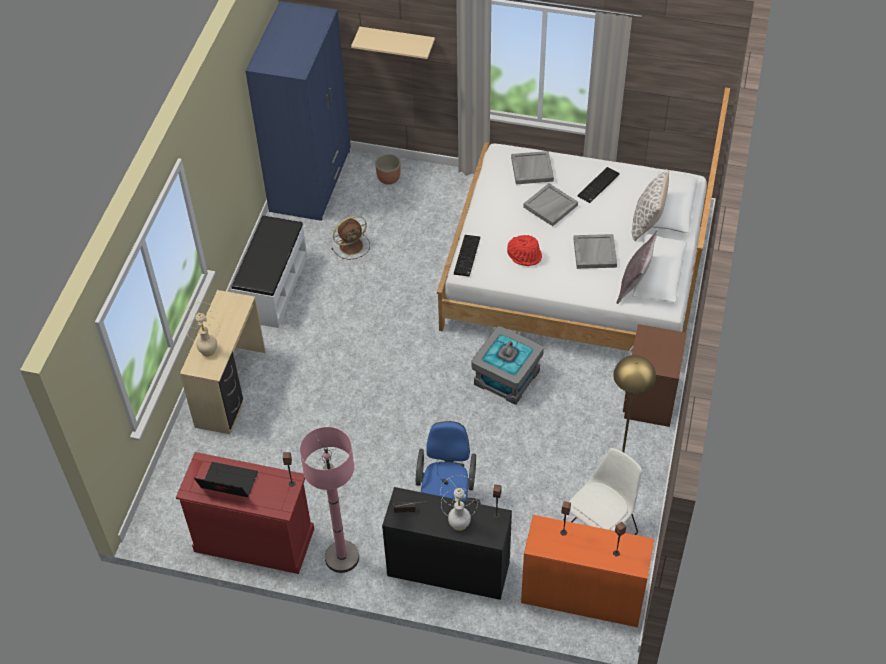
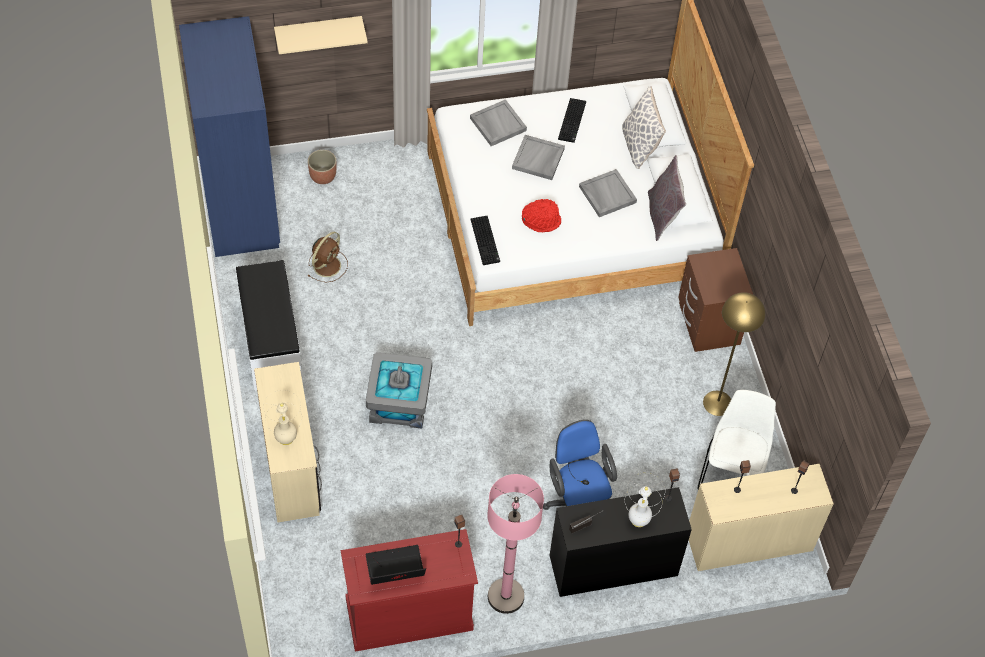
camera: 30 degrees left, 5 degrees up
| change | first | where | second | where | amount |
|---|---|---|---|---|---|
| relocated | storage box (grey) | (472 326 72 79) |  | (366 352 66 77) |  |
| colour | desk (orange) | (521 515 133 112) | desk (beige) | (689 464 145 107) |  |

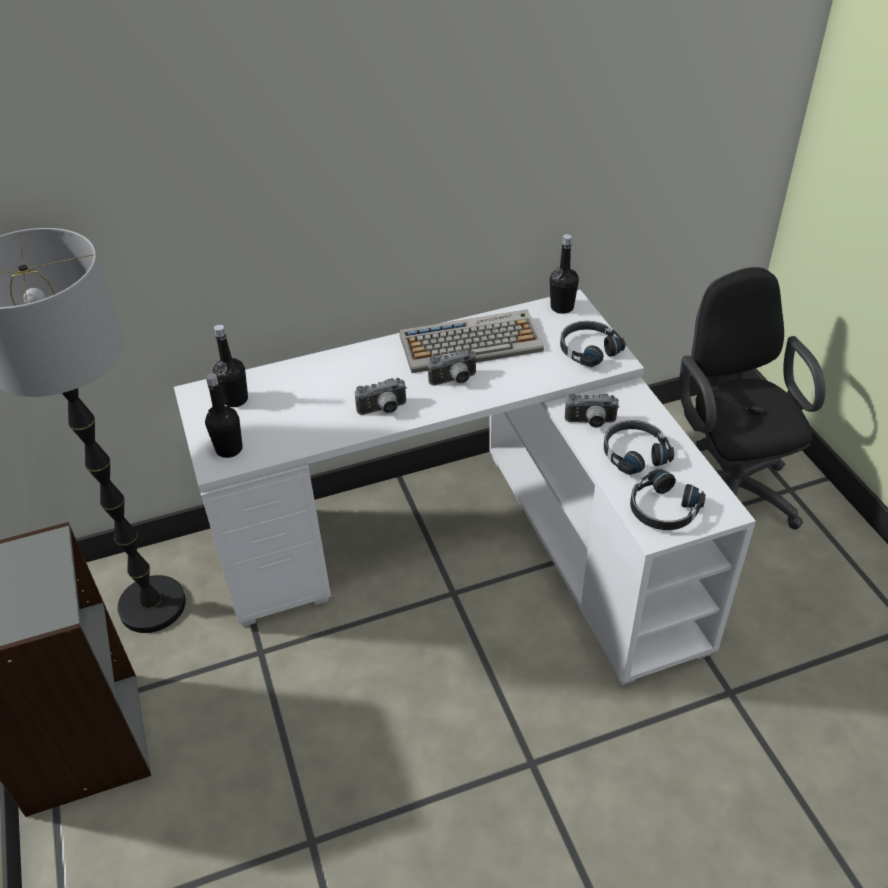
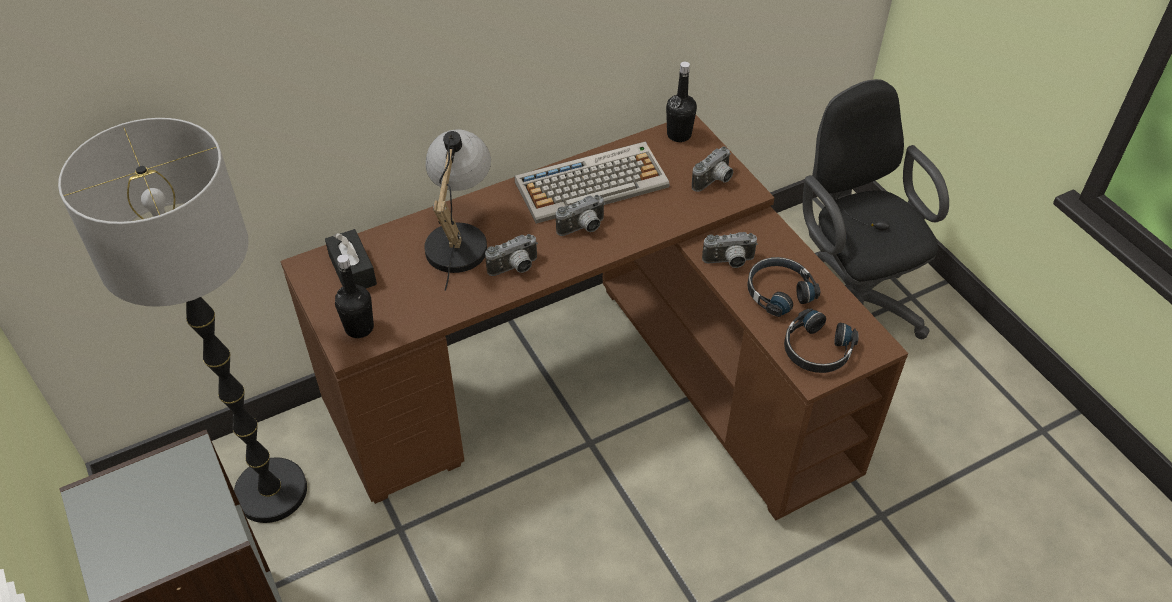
camera: 10 degrees left, 5 degrees up
| change | first | where | second | where | amount |
|---|---|---|---|---|---|
| colour | desk (white) | (174 290 582 395) | desk (brown) | (280 115 628 405) |  |
| exchanged | bottle (black) | (213 325 35 82) | tissue box (black) | (325 229 52 59) |  |
| exchanged | headphones (black) | (560 321 66 46) | photo camera | (692 146 41 46) |  |
| appeared |  |  | table lamp | (424 129 67 162) |  |

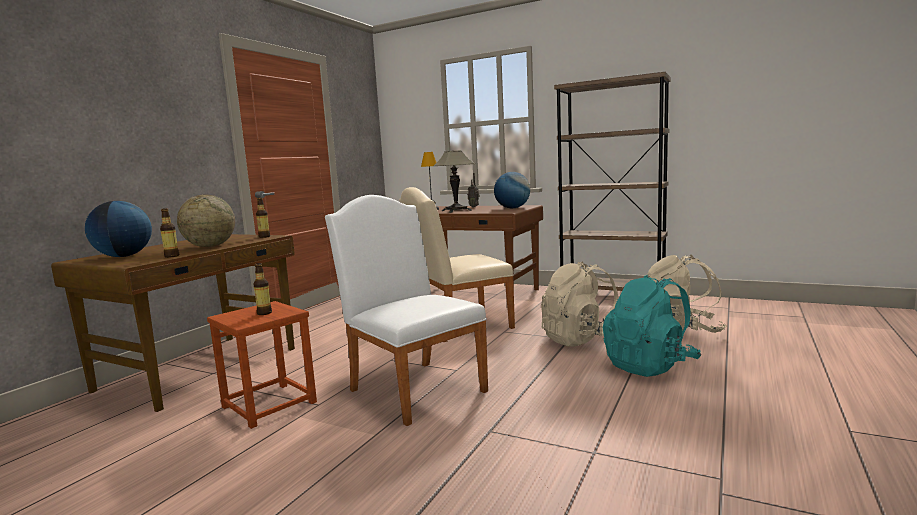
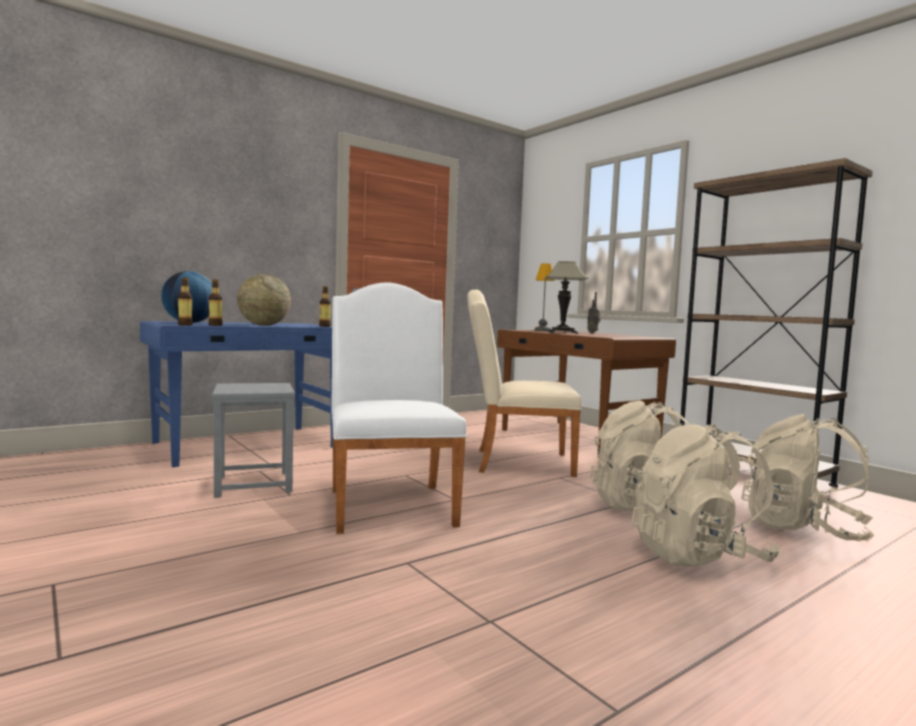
camera: 25 degrees right, 5 degrees down
| change | first | where | second | where | amount |
|---|---|---|---|---|---|
| colour | desk (brown) | (51 234 244 178) | desk (blue) | (140 321 193 146) |  |
| colour | stool (brown) | (207 301 110 128) | stool (grey) | (212 383 83 115) |  |
| relocated | bottle | (254 263 18 52) |  | (178 278 15 47) |  |
| missing | globe | (494 172 36 36) |  |  |  |
| colour | backpack (turquoise) | (603 275 98 102) | backpack (beige) | (632 424 149 142) |  |

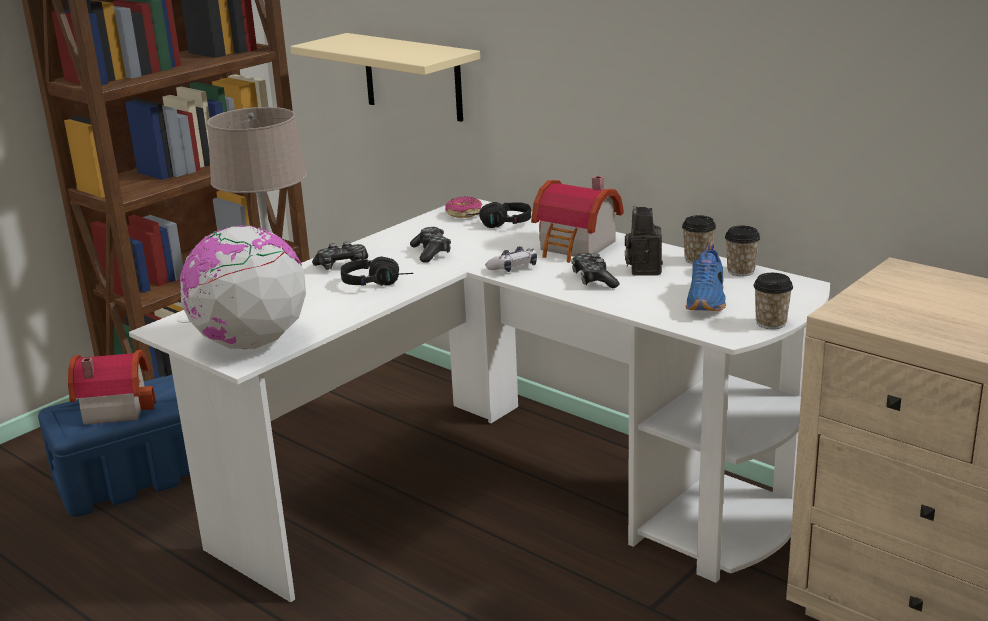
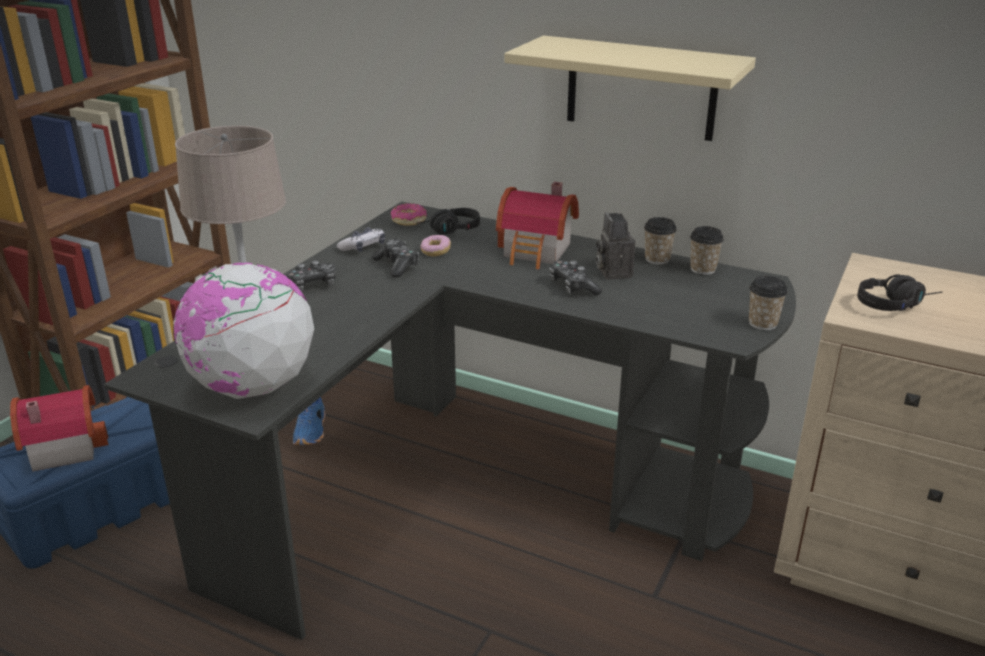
camera: 15 degrees left, 5 degrees up
| change | first | where | second | where | amount |
|---|---|---|---|---|---|
| colour | desk (white) | (129 196 701 406) | desk (black) | (104 201 692 439) |  |
| relocated | shelf (beige) | (290 33 190 89) |  | (504 35 252 106) |  |
| relocated | headphones (black) | (341 257 72 28) |  | (858 274 84 37) |  |
| relocated | game controller | (485 246 52 26) |  | (337 227 48 25) |  |
| relocated | shoe (blue) | (686 244 40 67) |  | (293 397 32 48) |  |
| appeared |  |  | donut | (420 235 31 22) |  |

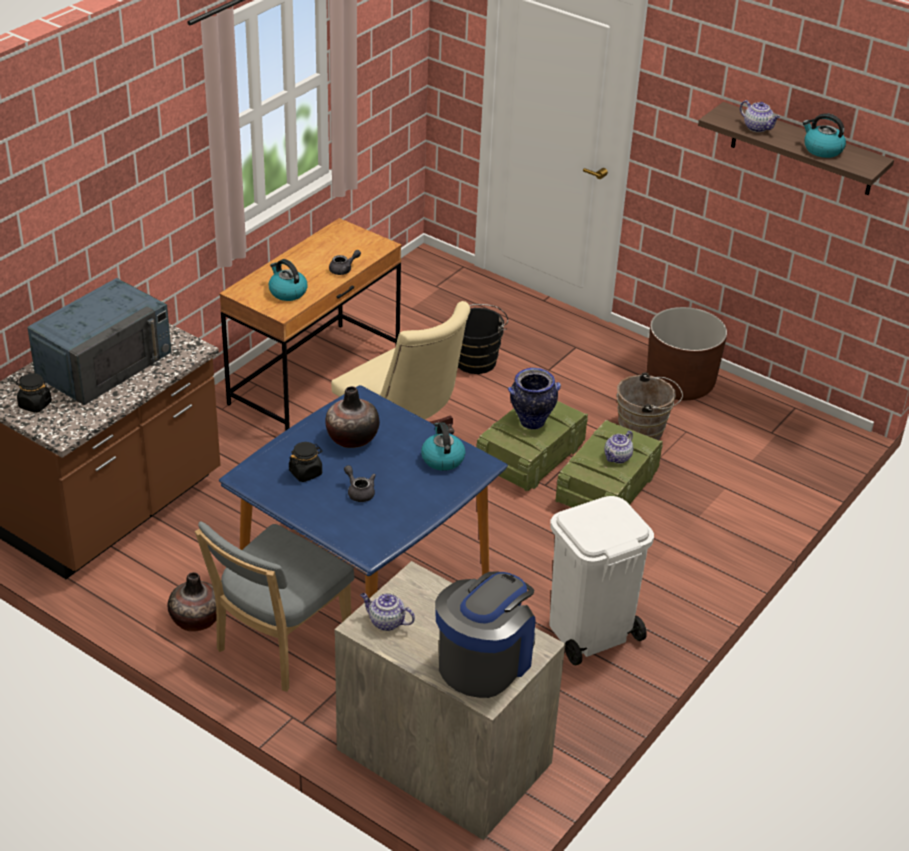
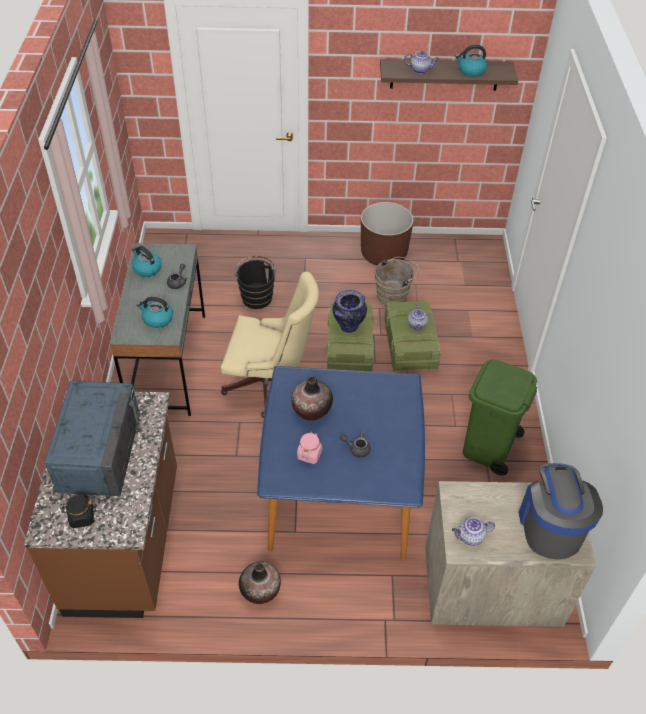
camera: 35 degrees left, 10 degrees up
| change | first | where | second | where | amount |
|---|---|---|---|---|---|
| missing | chair (grey) | (195 521 160 171) |  |  |  |
| colour | desk (brown) | (219 218 182 213) | desk (grey) | (110 243 95 173) |  |
| colour | jar (black) | (289 442 33 40) | jar (pink) | (297 432 25 32) |  |
| relocated | kettle | (421 422 45 49) |  | (132 246 30 31) |  |
| colour | trash can (white) | (549 496 105 170) | trash can (green) | (463 359 74 117) |  |

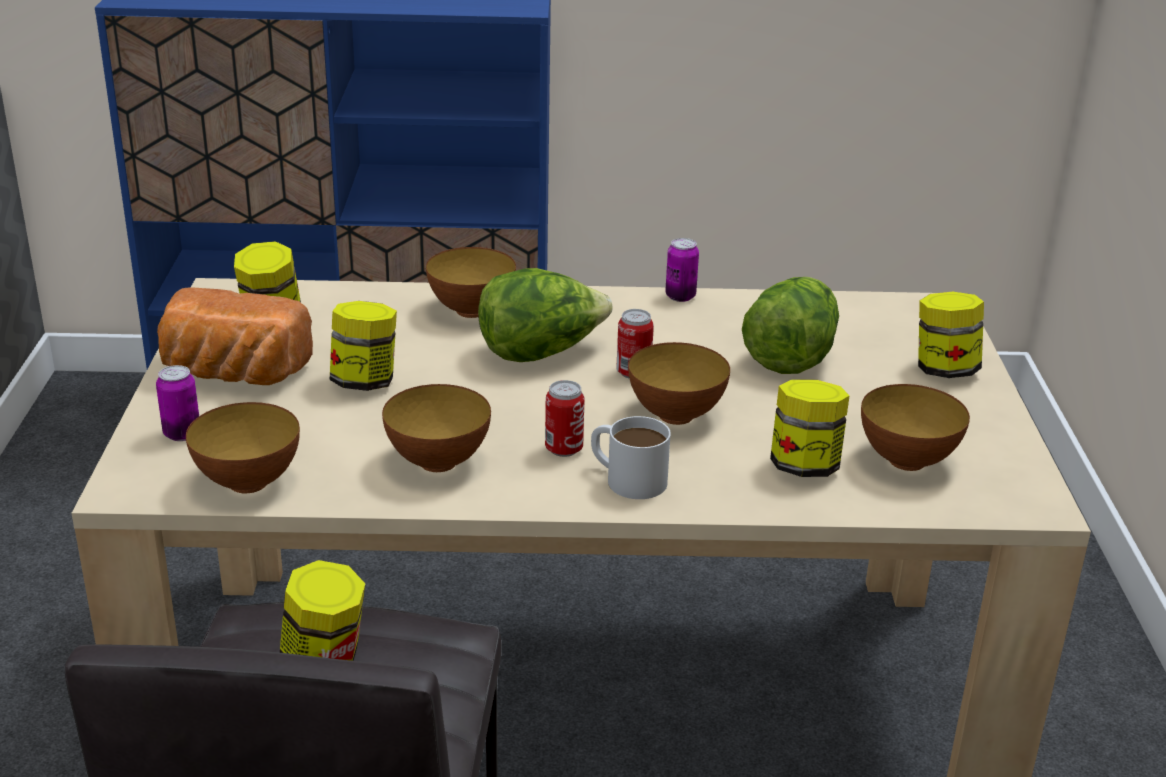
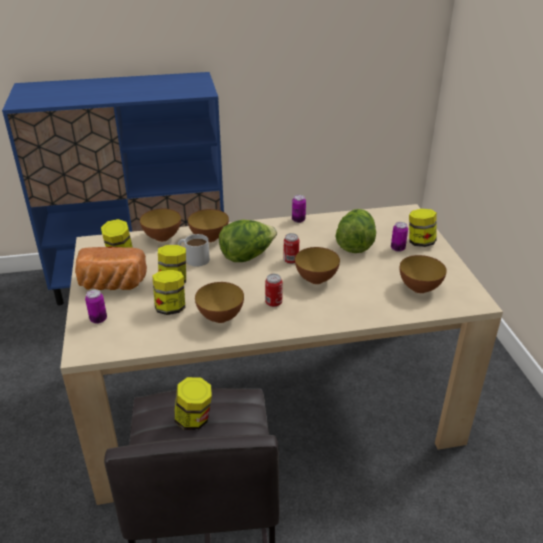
camera: 10 degrees left, 5 degrees up
| change | first | where | second | where | amount |
|---|---|---|---|---|---|
| relocated | bowl | (186 402 114 91) |  | (140 208 41 34) |  |
| relocated | mug (white) | (591 416 80 83) |  | (178 234 32 33) |  |
| relocated | jar | (770 379 79 98) |  | (152 270 33 45) |  |
| appeared |  |  | can | (391 222 17 30) |  |

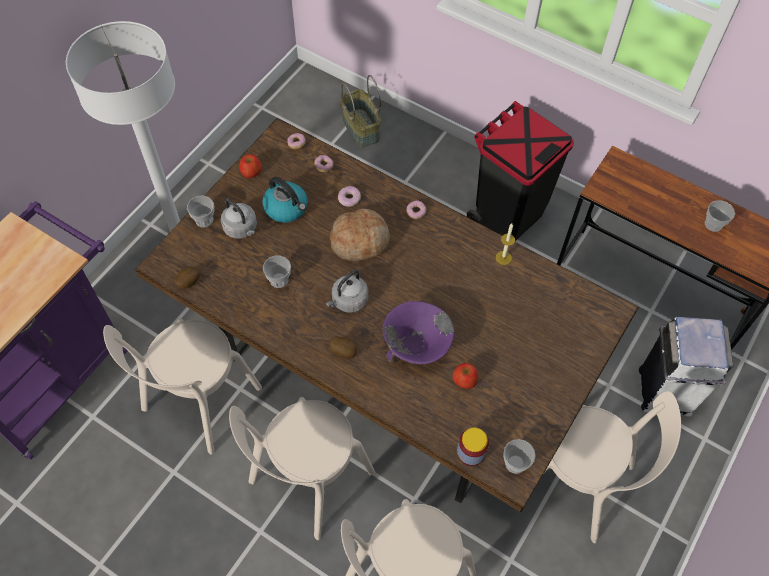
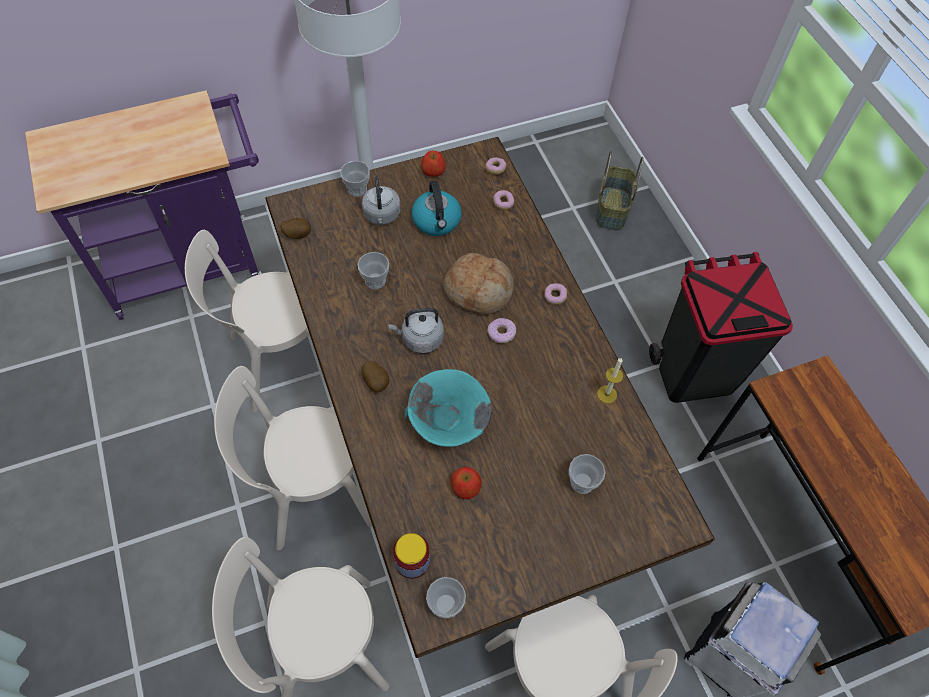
camera: 35 degrees right, 0 degrees up
| change | first | where | second | where | amount |
|---|---|---|---|---|---|
| relocated | donut | (338 186 23 21) |  | (487 318 29 25) |  |
| colour | bowl (purple) | (383 301 72 63) | bowl (turquoise) | (404 369 88 78) |  |
| relocated | cup | (705 200 30 32) |  | (569 454 37 40) |  |

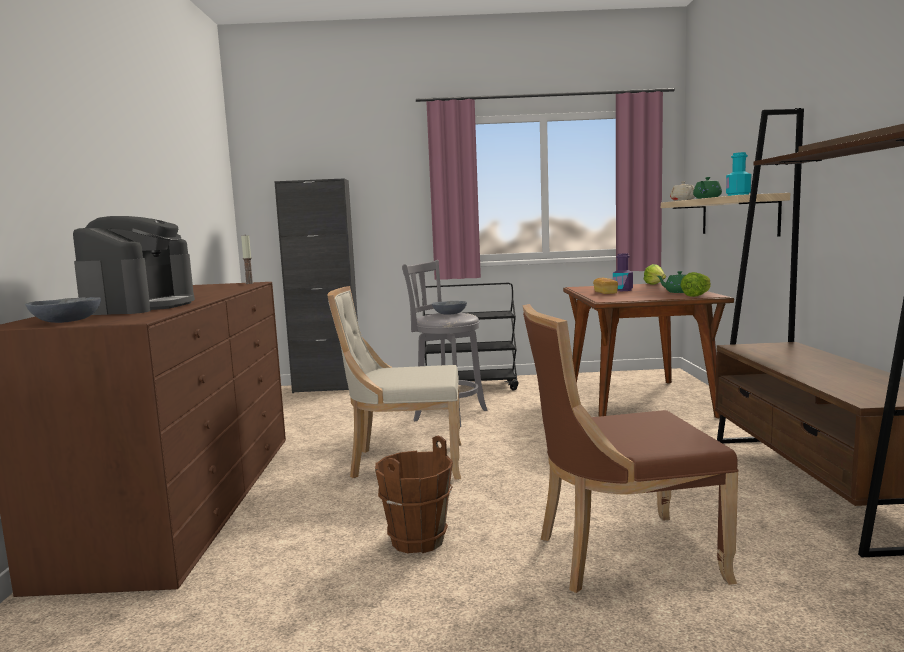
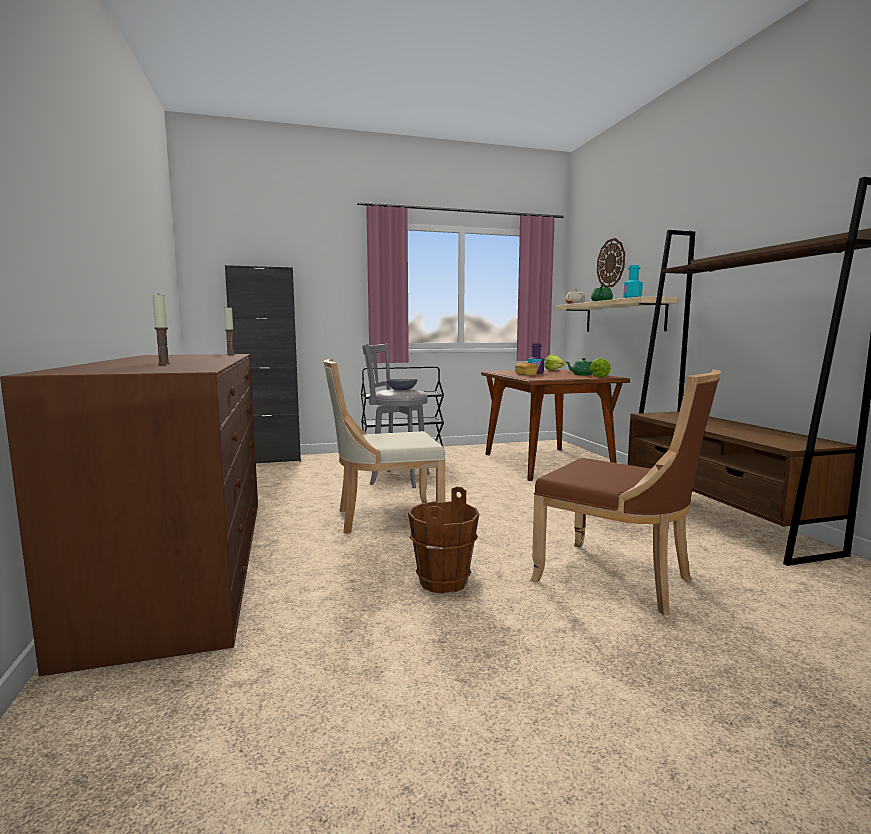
camera: 15 degrees left, 0 degrees up
| change | first | where | second | where | amount |
|---|---|---|---|---|---|
| missing | bowl (grey) | (25 297 76 26) |  |  |  |
| exchanged | coffee machine | (73 216 122 99) | candle | (152 293 19 71) |  |
| spun | chair (brown) | (523 304 216 289) |  | (530 369 191 246) | 120 degrees counterclockwise |
| appeared |  |  | wall clock | (597 238 28 50) |  |

